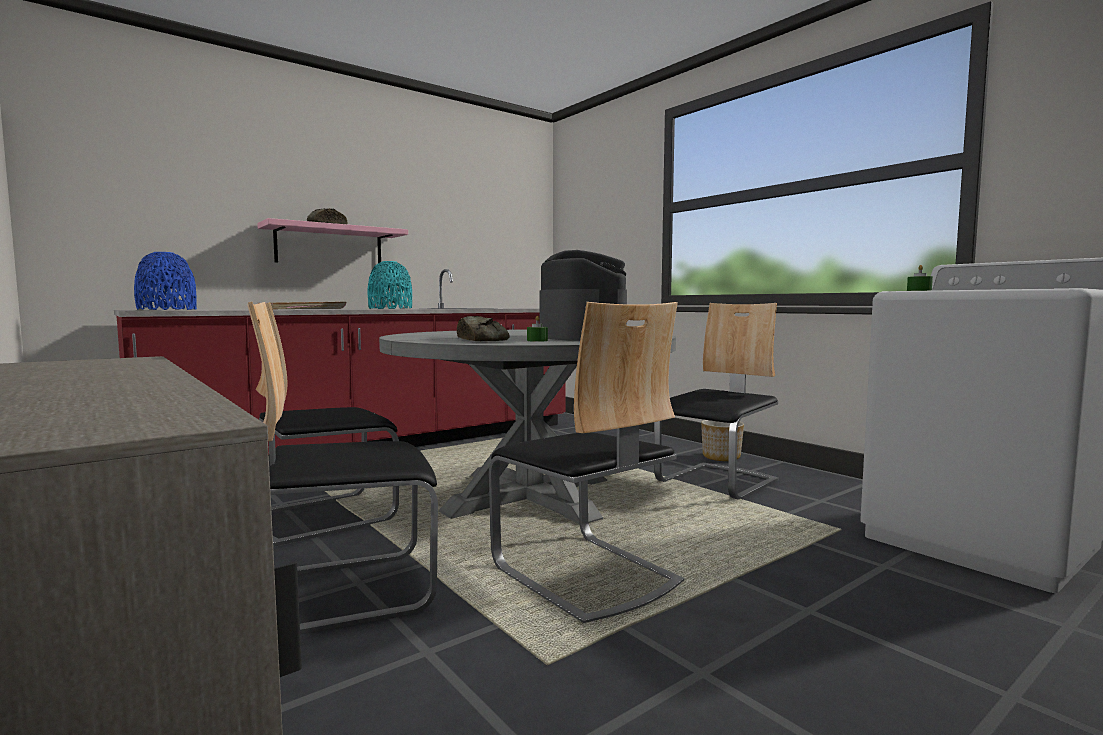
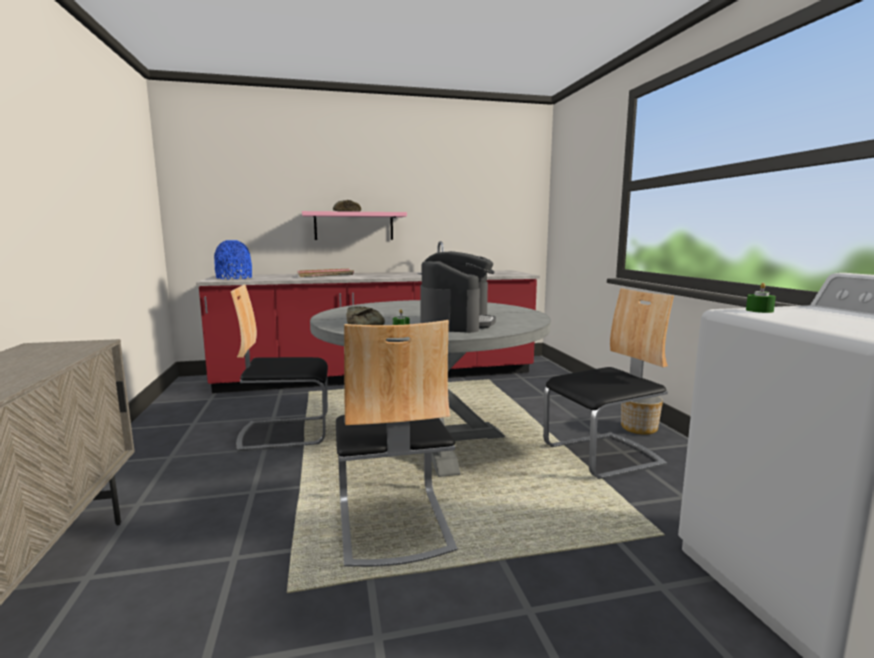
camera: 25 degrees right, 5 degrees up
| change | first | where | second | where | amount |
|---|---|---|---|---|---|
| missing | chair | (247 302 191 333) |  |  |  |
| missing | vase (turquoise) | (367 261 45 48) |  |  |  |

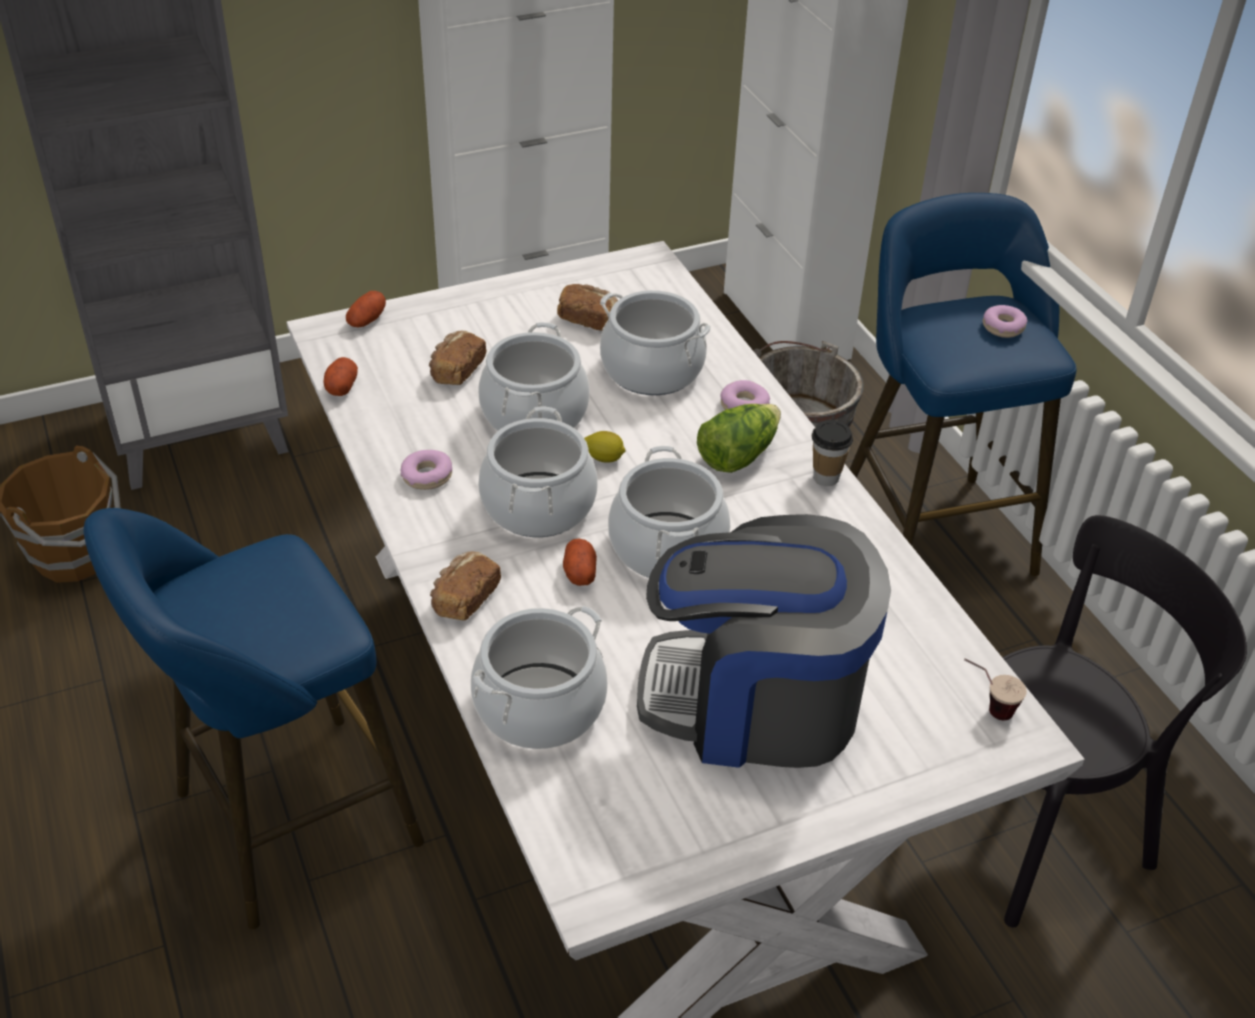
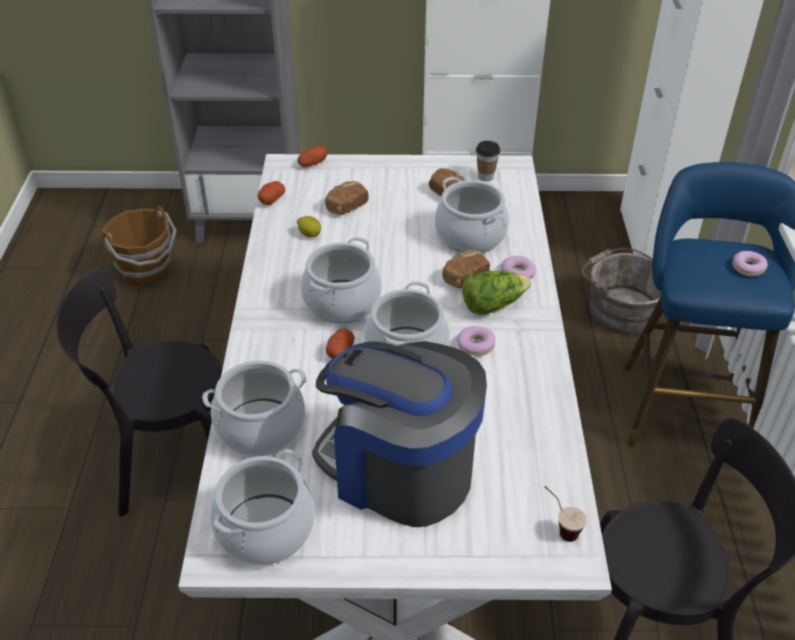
camera: 25 degrees right, 0 degrees up
| change | first | where | second | where | amount |
|---|---|---|---|---|---|
| exchanged | stool (blue) | (83 508 341 421) | chair (black) | (56 268 166 249) |  |
| relocated | donut | (401 450 51 40) |  | (457 326 38 30) |  |
| relocated | bread | (430 551 71 70) |  | (442 250 48 38) |  |
| relocated | cooking pot | (478 322 112 109) |  | (210 449 105 116) |  |
| relocated | lemon | (584 431 42 32) |  | (297 216 24 21) |  |
| relocated | cup | (812 420 41 66) |  | (476 141 24 41) |  |

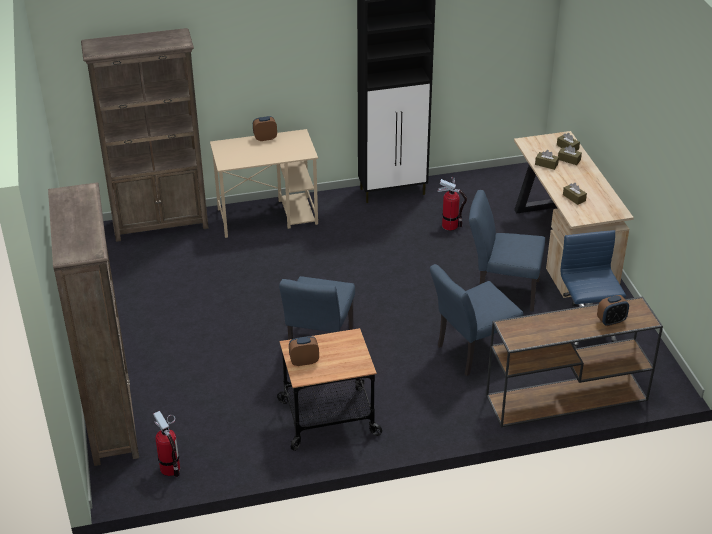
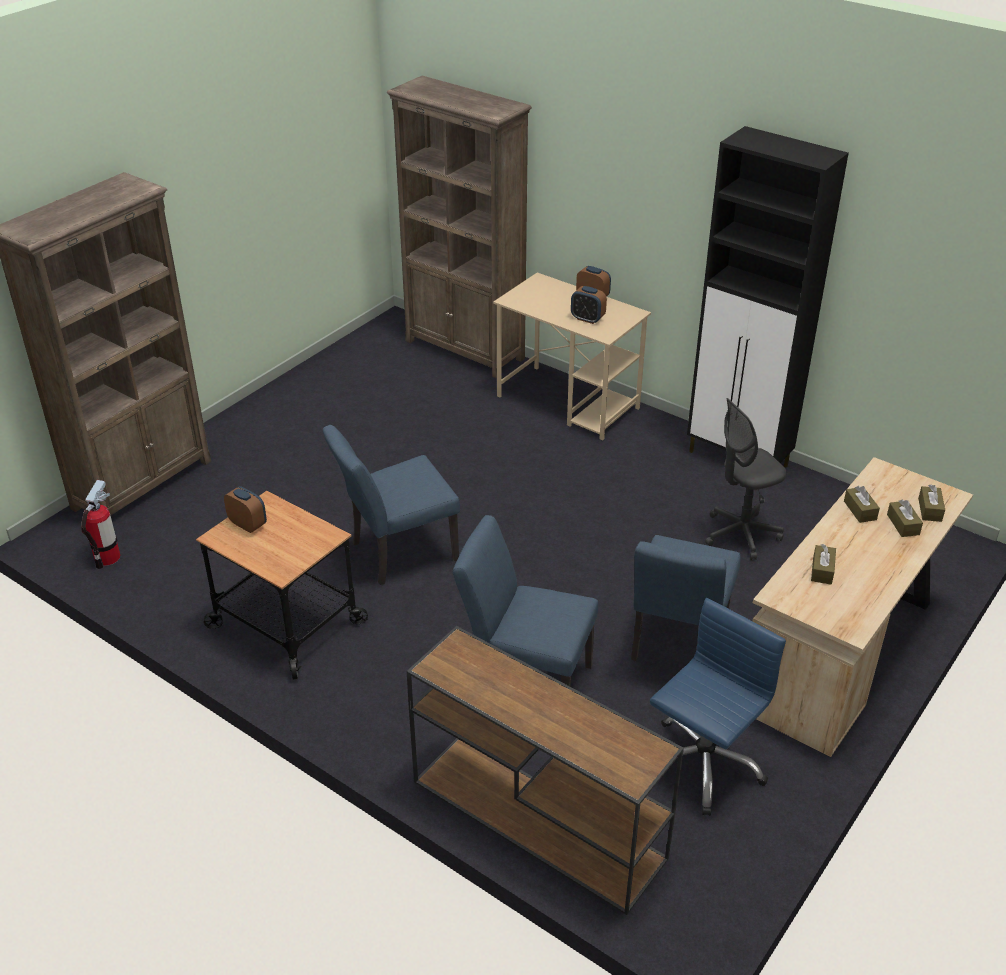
camera: 50 degrees right, 0 degrees up
| change | first | where | second | where | amount |
|---|---|---|---|---|---|
| exchanged | fire extinguisher | (437 178 30 52) | office chair (grey) | (705 398 81 162) |  |
| spun | chair (blue) | (469 190 76 122) |  | (631 535 110 126) | 135 degrees counterclockwise |
| relocated | alarm clock | (597 295 32 31) |  | (571 286 36 38) |  |

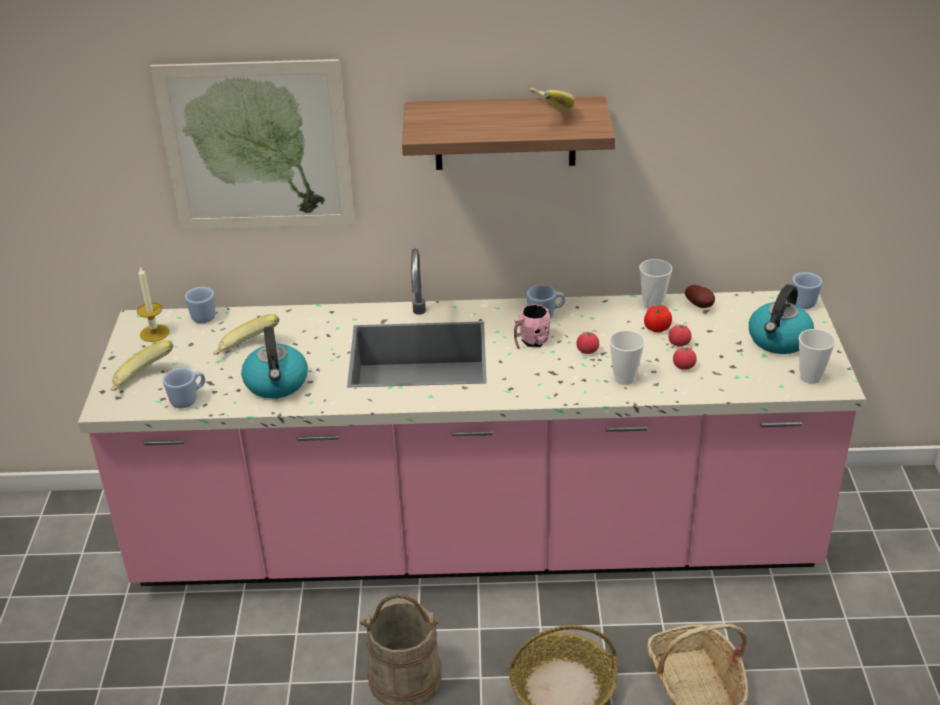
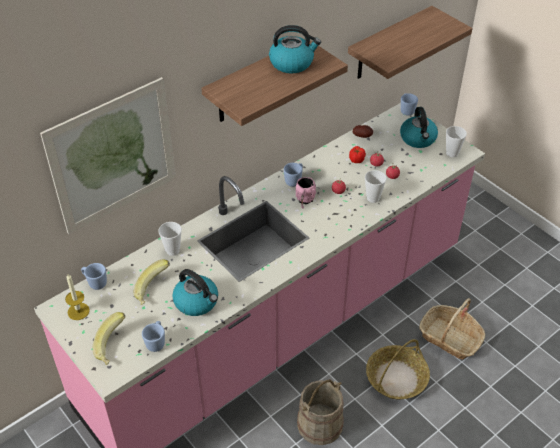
camera: 40 degrees left, 10 degrees up
| change | first | where | second | where | amount |
|---|---|---|---|---|---|
| exchanged | banana | (530 88 45 22) | kettle | (269 25 52 49) |  |
| relocated | cup | (639 259 33 50) |  | (158 222 24 34) |  |
| appeared |  |  | shelf | (348 6 124 73) |  |

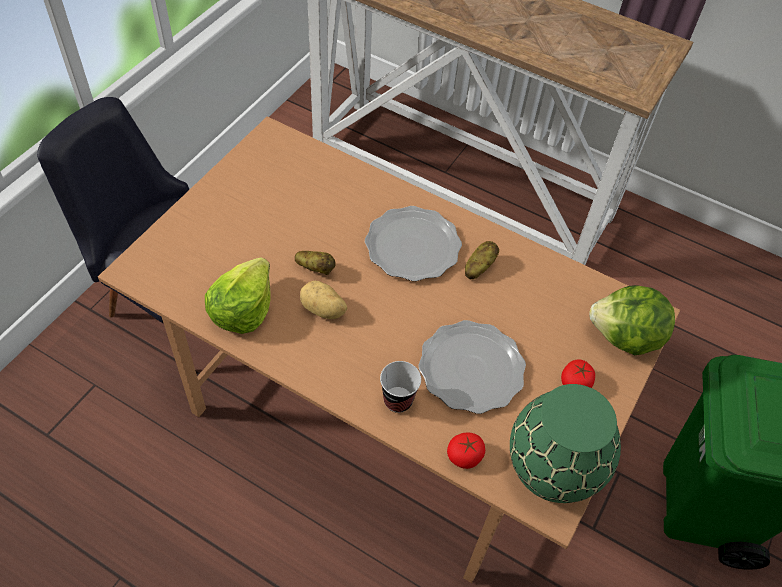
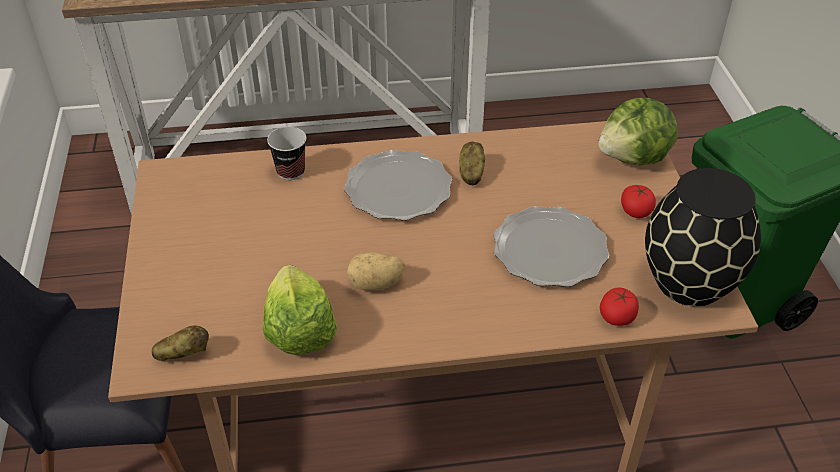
camera: 35 degrees left, 10 degrees down
| change | first | where | second | where | amount |
|---|---|---|---|---|---|
| relocated | potato | (295 251 41 24) |  | (152 326 57 35) |  |
| relocated | cup | (380 361 41 52) |  | (267 127 39 53) |  |
| colour | vase (green) | (510 384 111 119) | vase (black) | (645 168 116 139) |  |

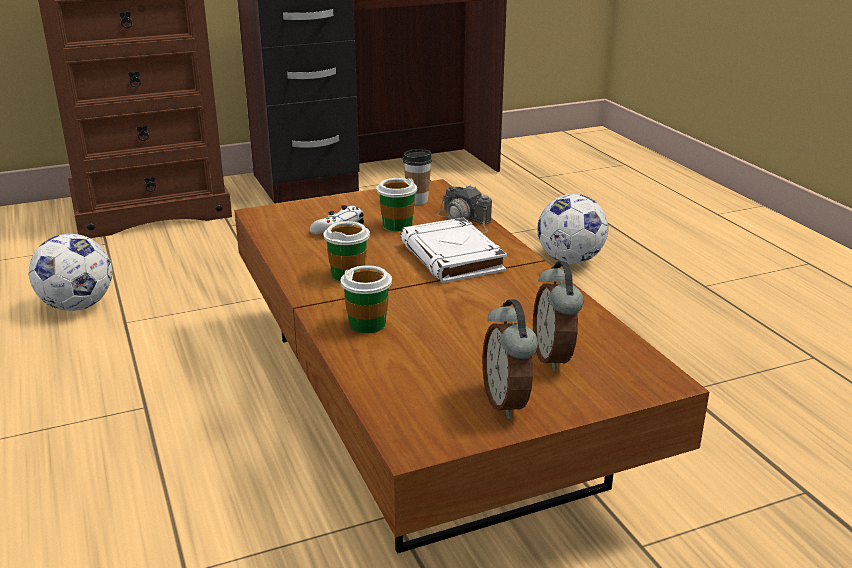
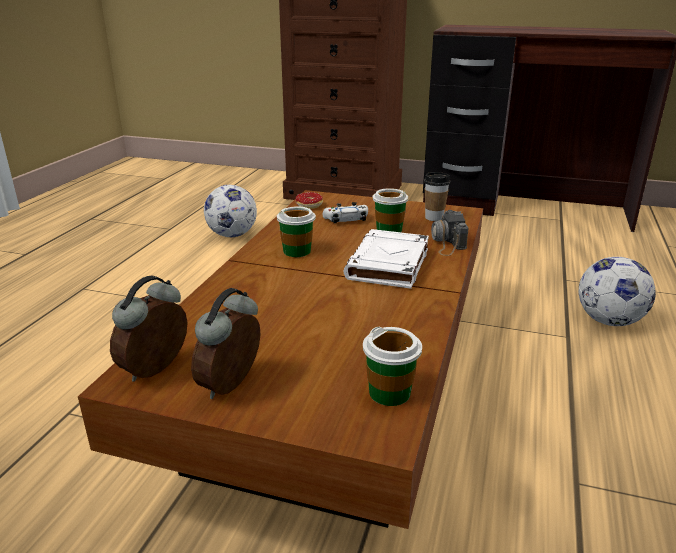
camera: 40 degrees right, 0 degrees up
| change | first | where | second | where | amount |
|---|---|---|---|---|---|
| relocated | cup | (340 265 52 69) |  | (363 327 59 79) |  |
| relocated | alarm clock | (533 261 50 110) |  | (110 275 78 107) |  |
| appeared |  |  | donut | (296 192 27 17) |  |

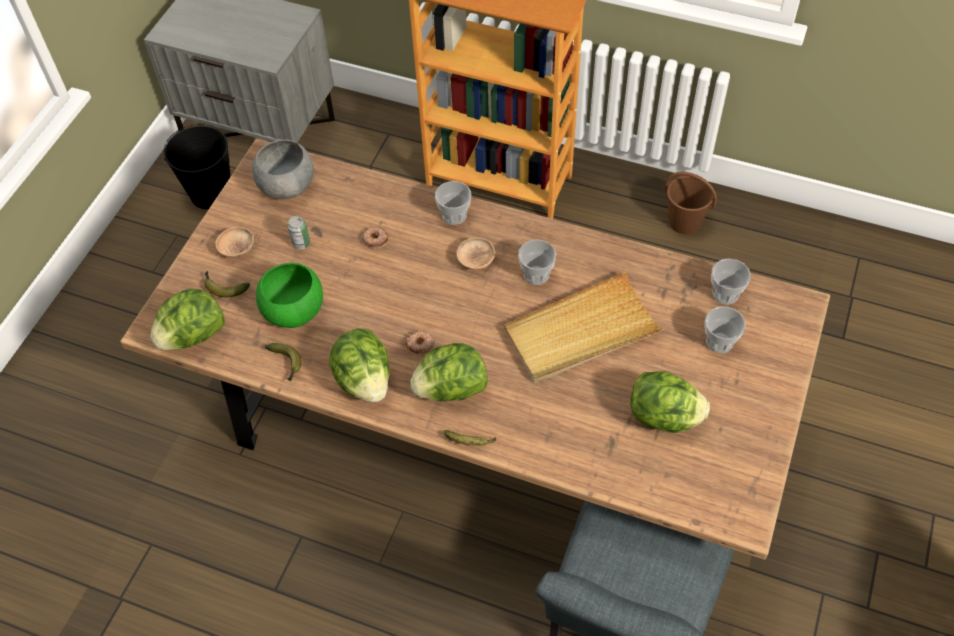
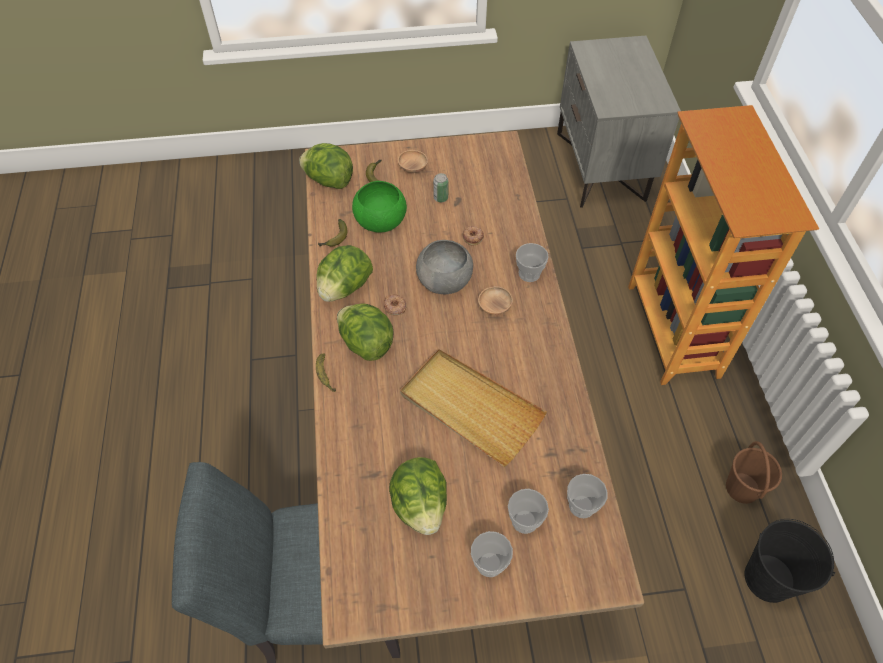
camera: 60 degrees right, 0 degrees up
| change | first | where | second | where | amount |
|---|---|---|---|---|---|
| relocated | bucket (black) | (164 124 66 85) |  | (745 519 90 84) |  |
| relocated | bowl (grey) | (252 140 62 59) |  | (416 240 57 54) |  |
| relocated | cup | (518 240 38 45) |  | (471 531 42 46) |  |

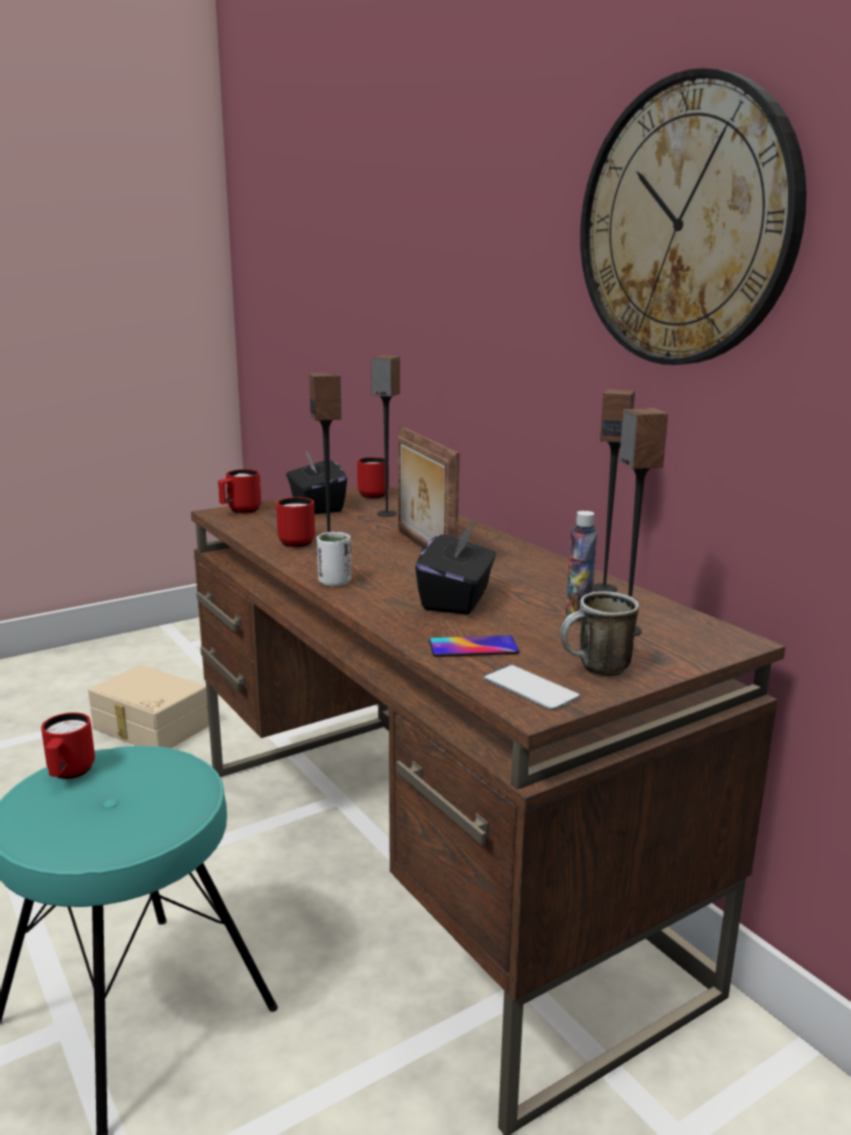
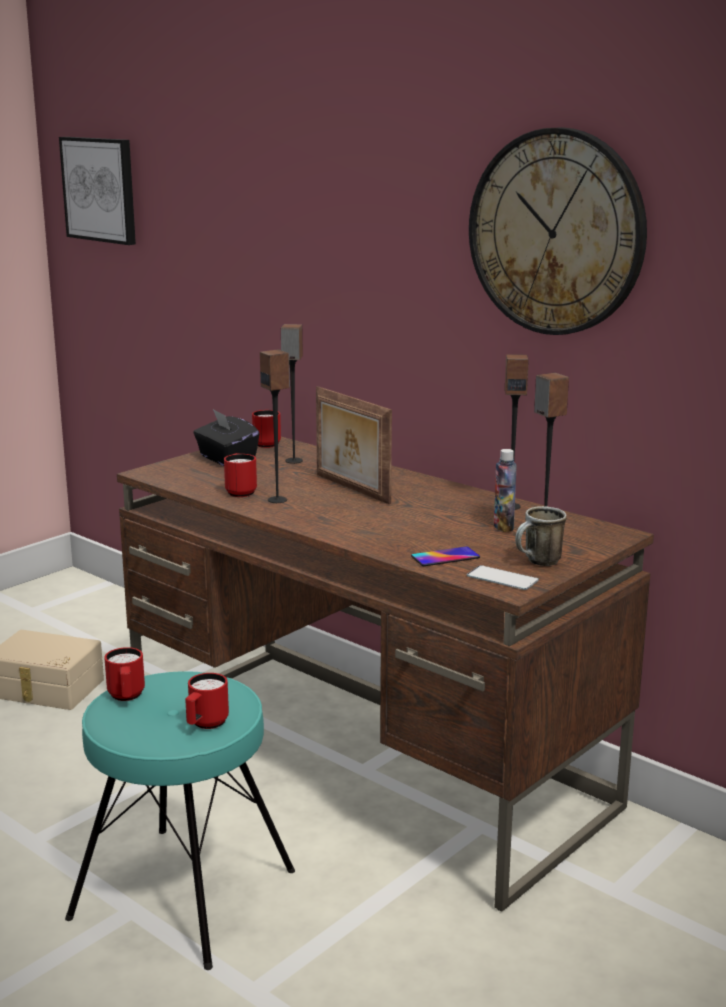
camera: 15 degrees left, 0 degrees up
| change | first | where | second | where | amount |
|---|---|---|---|---|---|
| relocated | mug (red) | (218 469 43 44) |  | (185 673 44 56) |  |
| missing | cup (white) | (317 532 34 55) |  |  |  |
| missing | tissue box (black) | (415 523 81 92) |  |  |  |
| appeared |  |  | picture | (59 137 77 108) |  |

